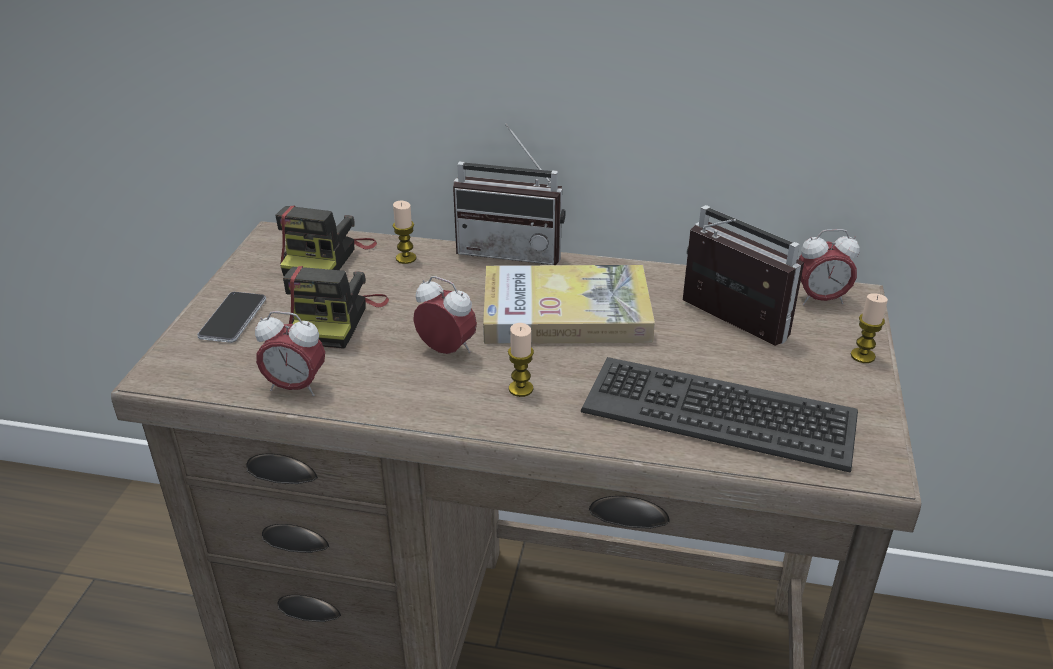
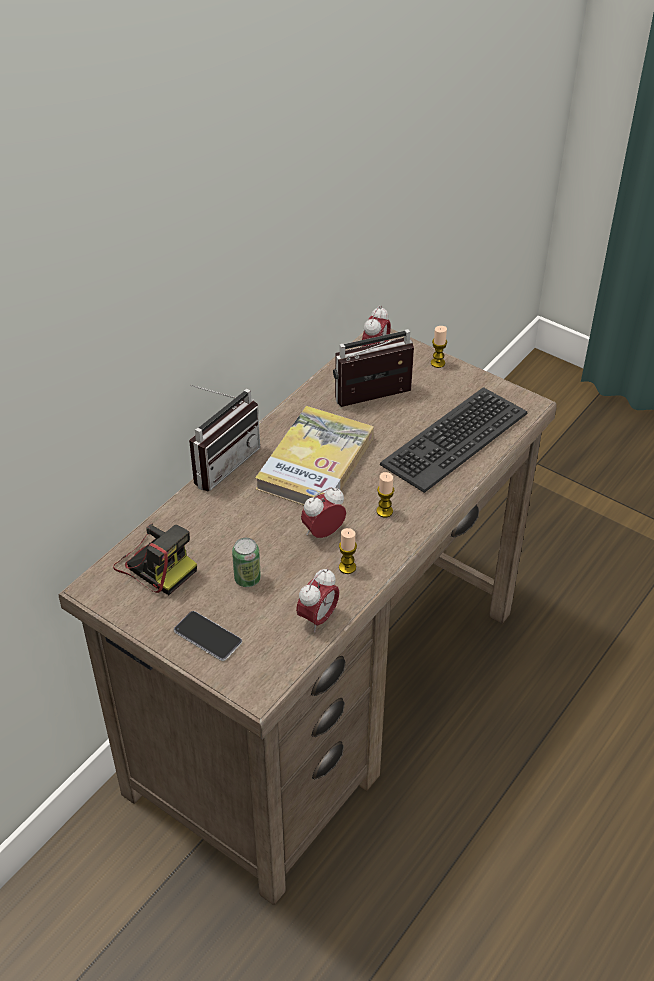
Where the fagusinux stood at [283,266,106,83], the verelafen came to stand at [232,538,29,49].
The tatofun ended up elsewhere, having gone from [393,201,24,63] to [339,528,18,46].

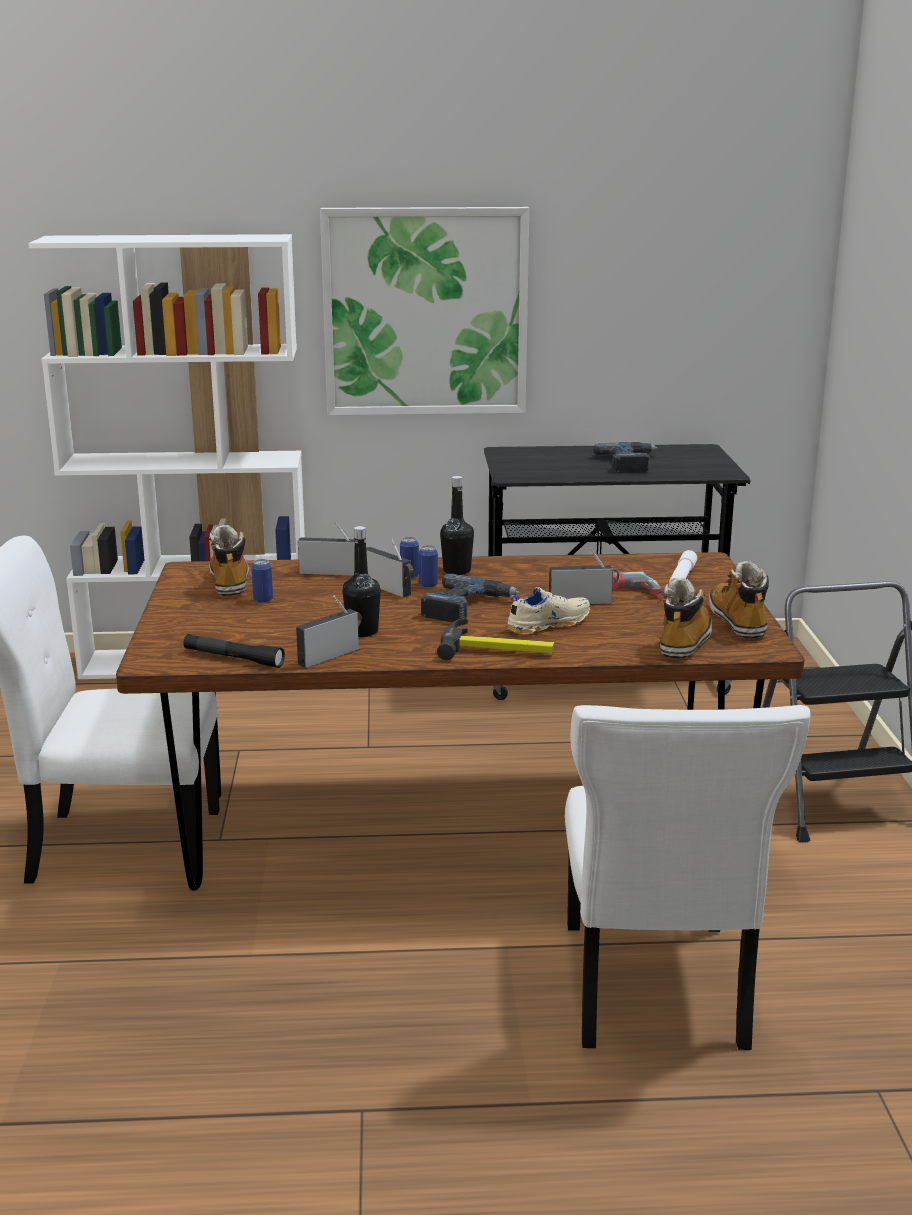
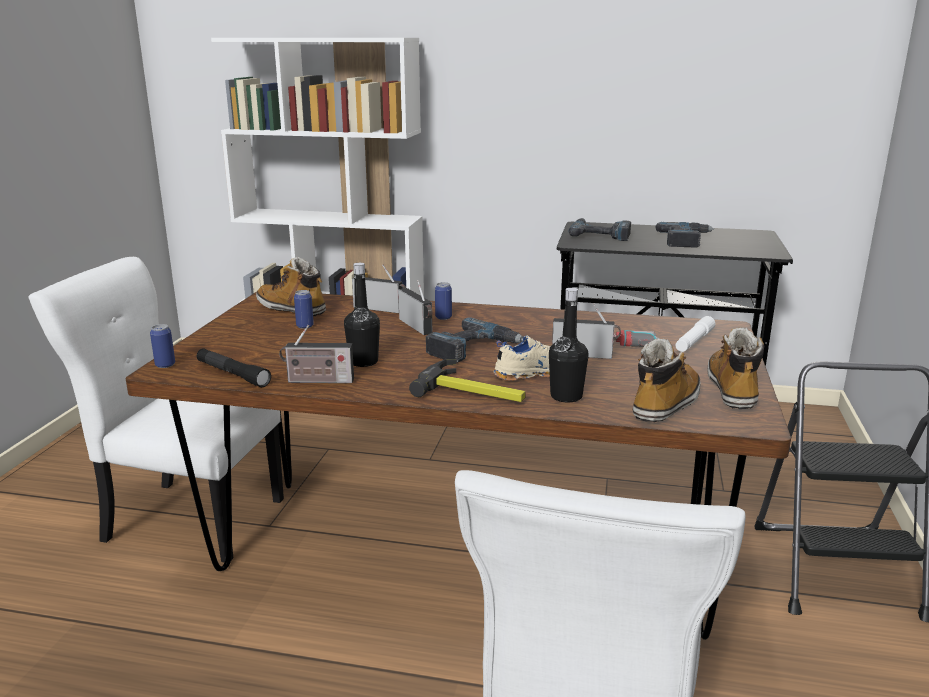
The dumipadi at [208,524,41,72] ended up facing another way, 60 degrees counterclockwise from before.
The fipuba at [296,595,66,73] ended up facing another way, 150 degrees counterclockwise from before.
The second view lost the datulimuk at [320,207,209,209].
The verelafen ended up elsewhere, having gone from [418,545,20,43] to [150,324,25,44].
The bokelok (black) ended up elsewhere, having gone from [440,476,34,99] to [549,288,40,114].
The second view gained the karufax at [569,218,62,23].

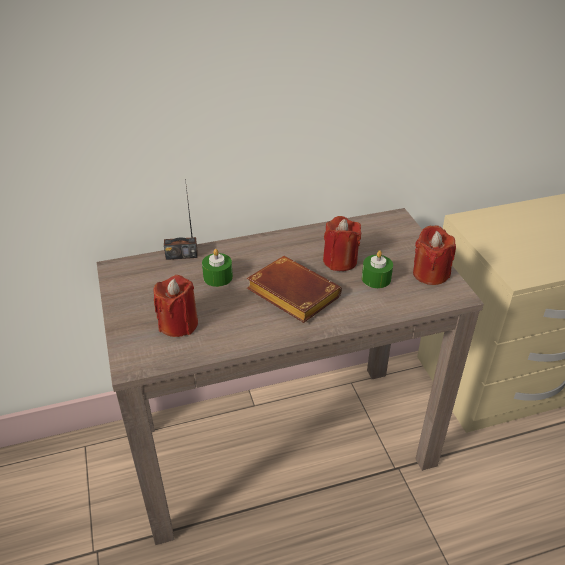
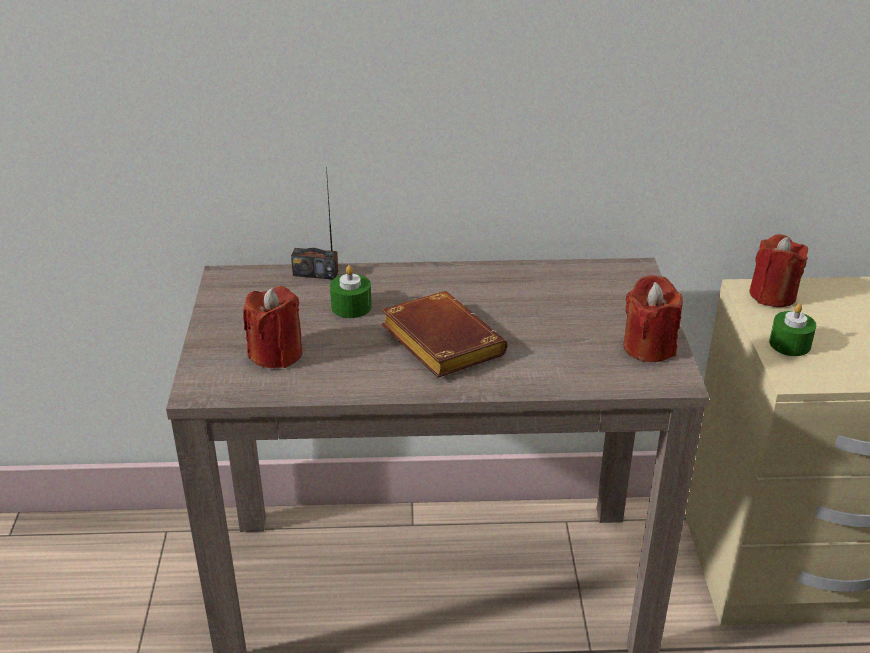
The tatofun (red) ended up elsewhere, having gone from [323,216,39,55] to [749,234,59,73].
The tatofun (green) ended up elsewhere, having gone from [362,250,31,38] to [769,304,47,52].

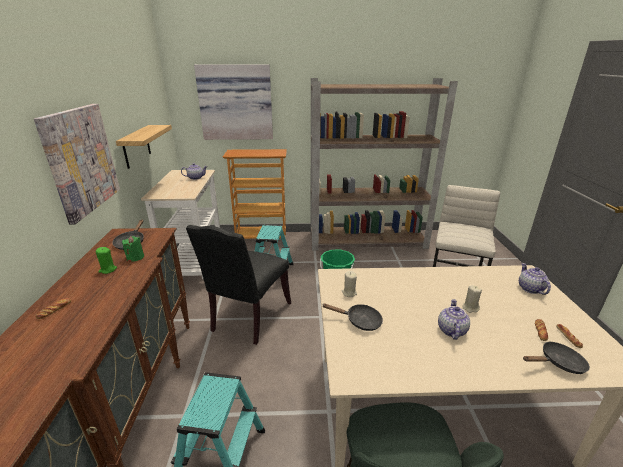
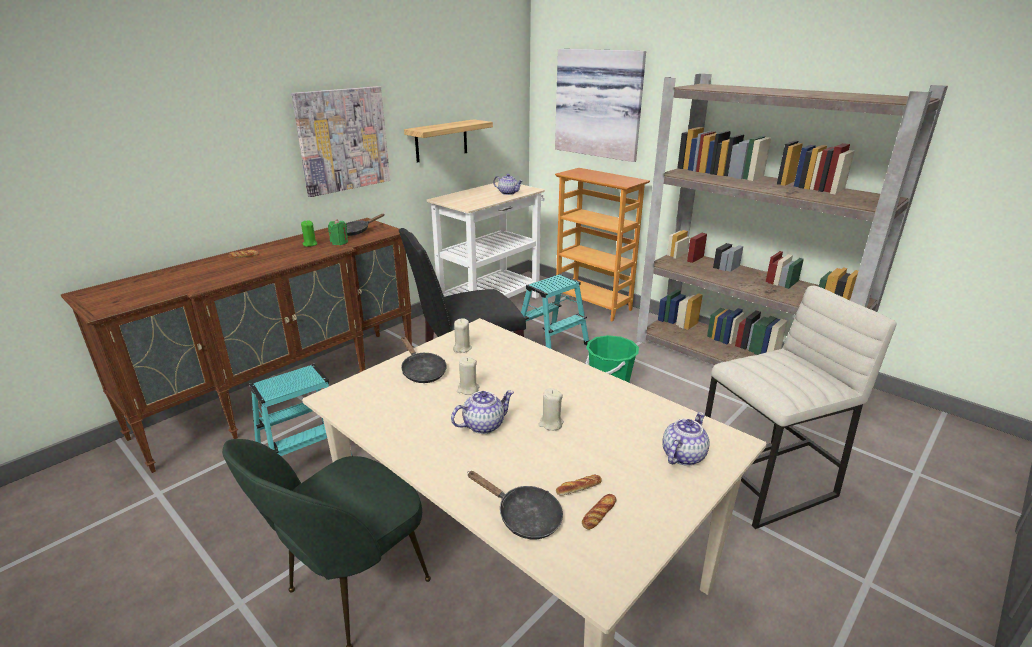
The second view gained the tatofun (beige) at [457,356,22,39].

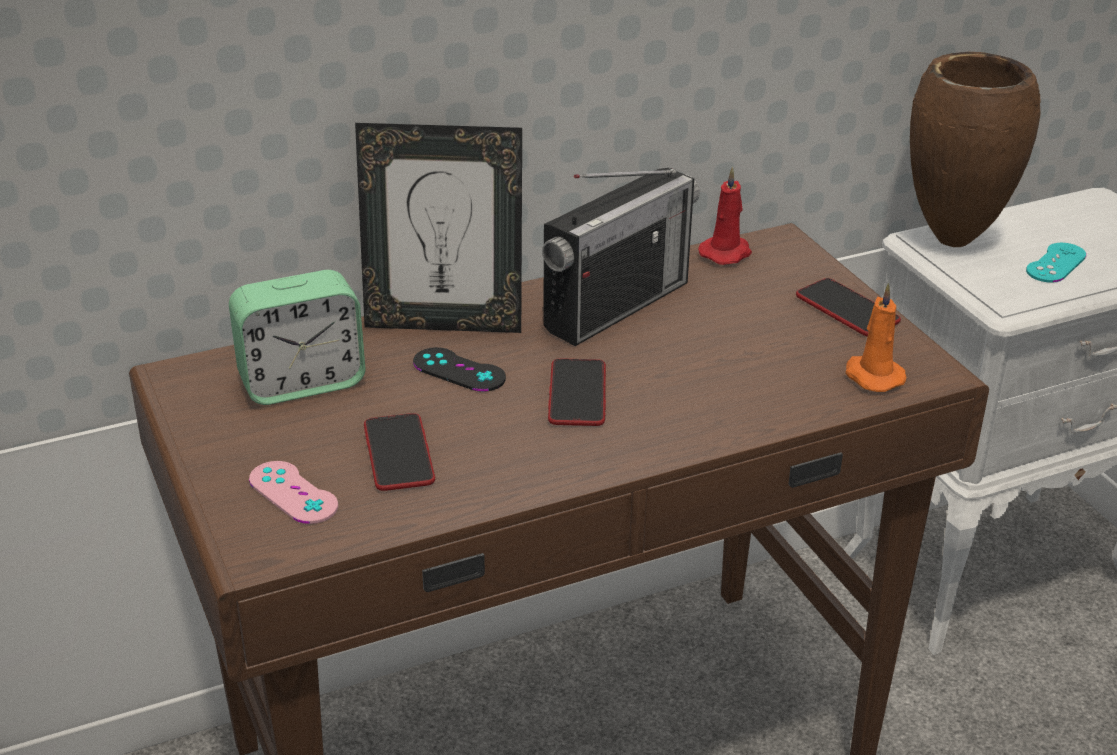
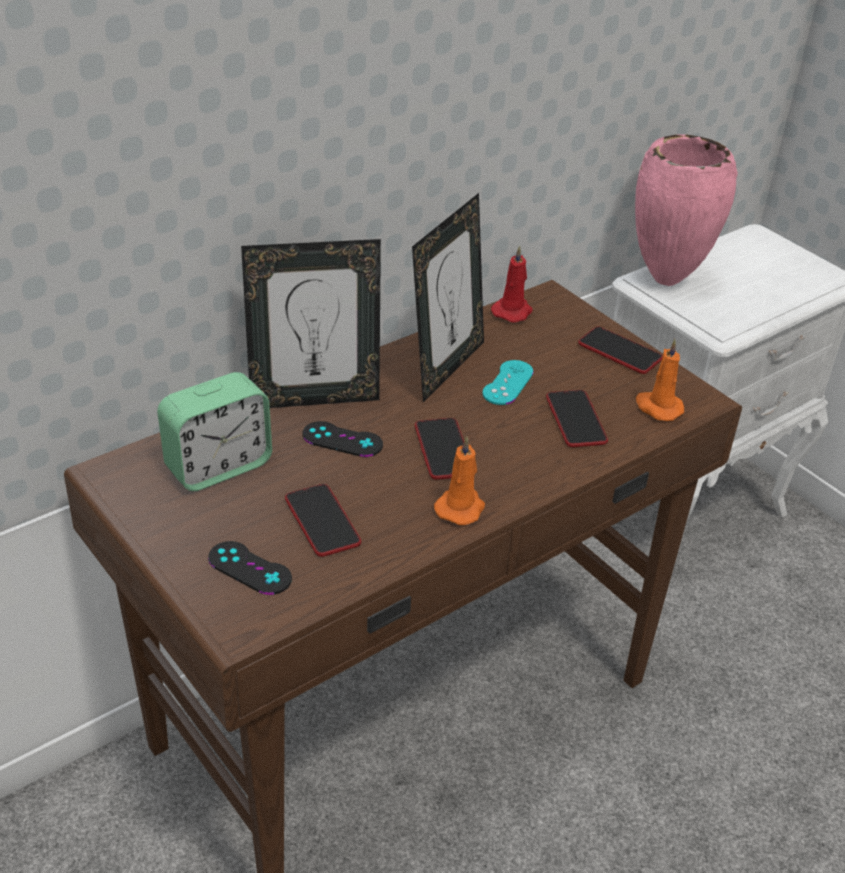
What was the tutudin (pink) at [249,461,89,63] turned into the tutudin (black) at [208,541,84,54].
Where the fipuba stood at [542,168,158,178], the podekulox came to stand at [412,193,72,209].
What was the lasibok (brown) at [910,52,130,195] turned into the lasibok (pink) at [635,134,103,152].
The tutudin (turquoise) ended up elsewhere, having gone from [1026,243,60,40] to [483,360,51,45].
The second view gained the tatofun (orange) at [434,436,51,89].
The second view gained the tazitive at [546,390,62,57].

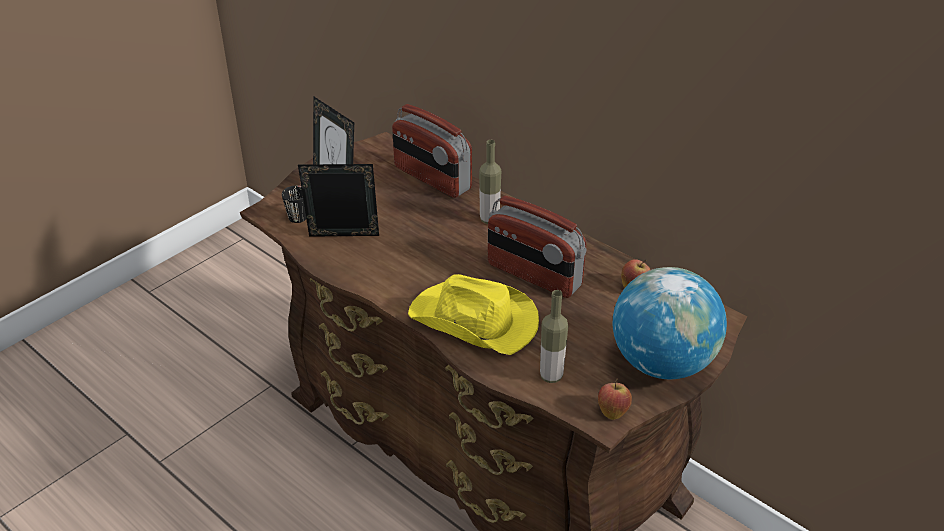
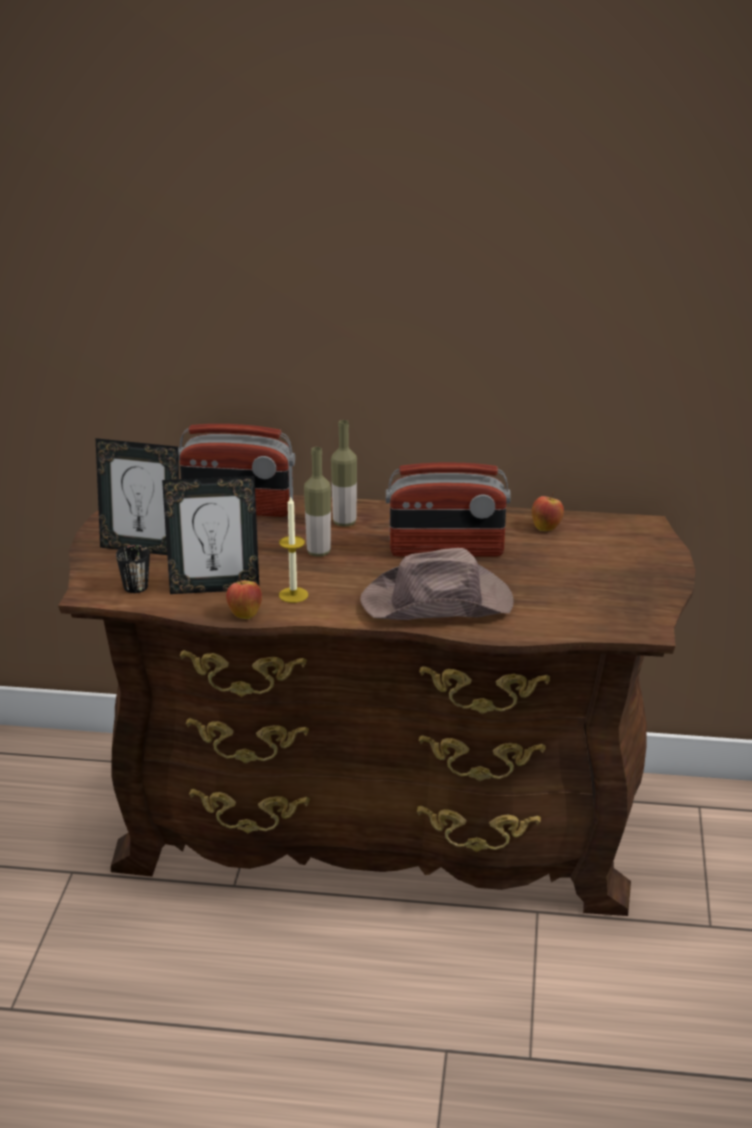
The podekulox at [298,164,81,73] ended up facing another way, 150 degrees counterclockwise from before.
What was the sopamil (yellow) at [408,274,131,81] turned into the sopamil (brown) at [360,548,154,72].
The bokelok ended up elsewhere, having gone from [540,290,28,93] to [304,447,27,110].
The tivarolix ended up elsewhere, having gone from [598,378,34,42] to [226,574,36,45].
The second view lost the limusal at [613,267,114,112].
The second view gained the tatofun at [279,495,29,108].

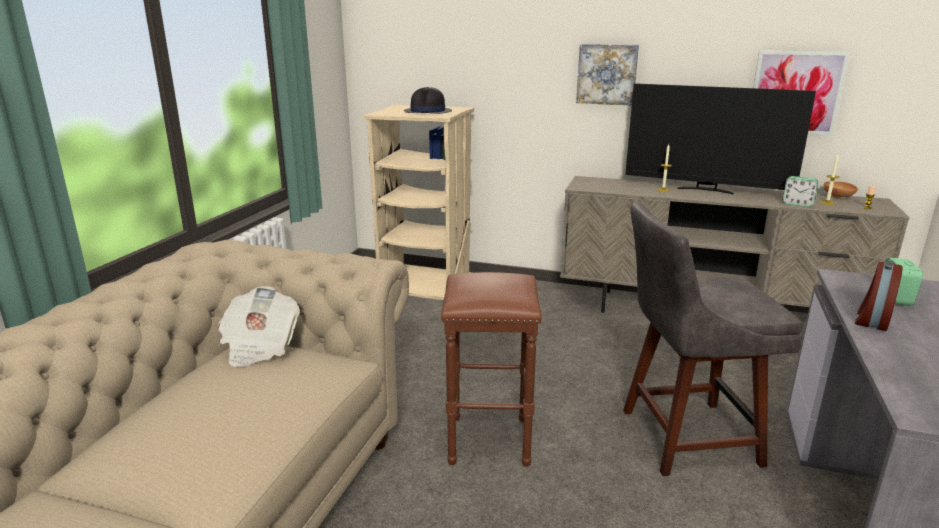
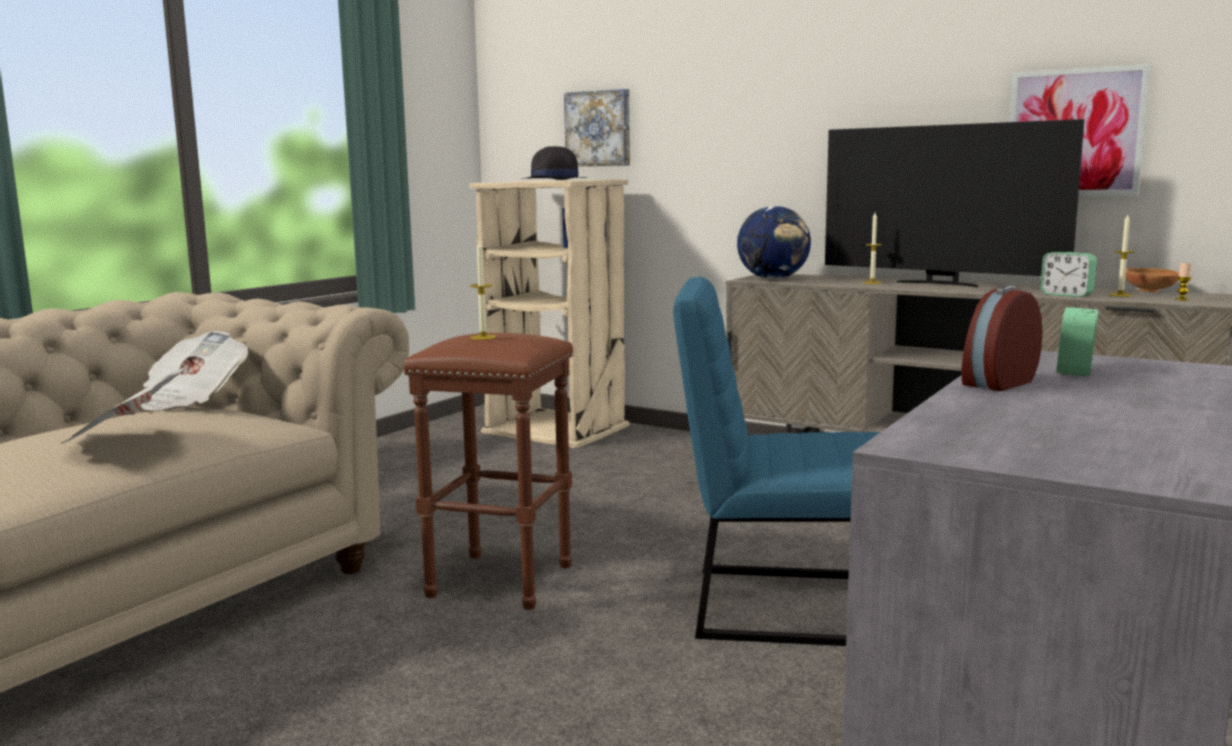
The datulimuk ended up elsewhere, having gone from [576,44,63,61] to [564,89,66,77].
Where the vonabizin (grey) stood at [623,202,180,274], the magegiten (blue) came to stand at [673,277,207,369].
The second view gained the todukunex at [61,366,126,78].
The second view gained the tatofun at [470,242,26,98].
The second view gained the limusal at [737,206,74,73].

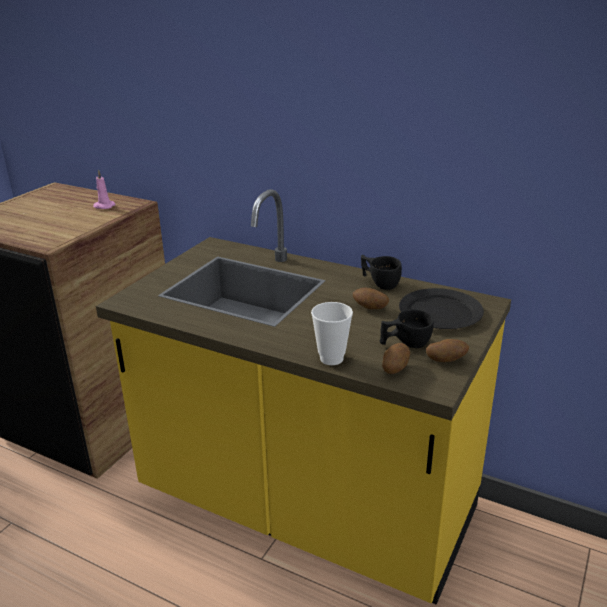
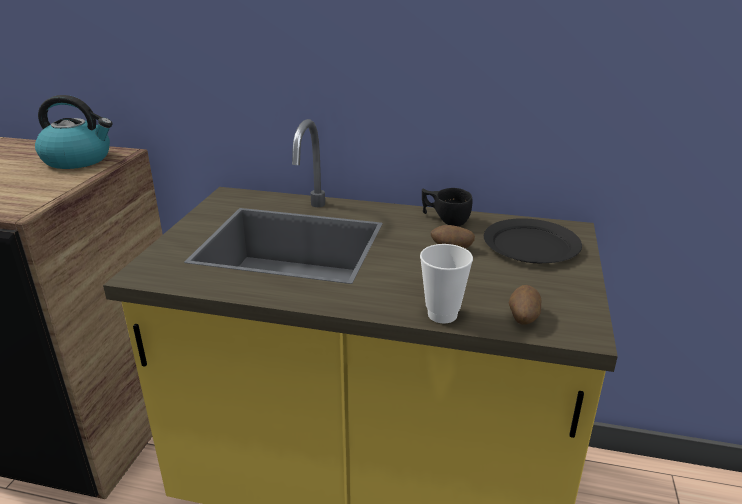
Where the tatofun (pink) stood at [93,170,23,39], the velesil came to stand at [35,95,77,74].
The second view lost the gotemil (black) at [380,309,54,39].
The second view lost the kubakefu at [426,339,43,23].

